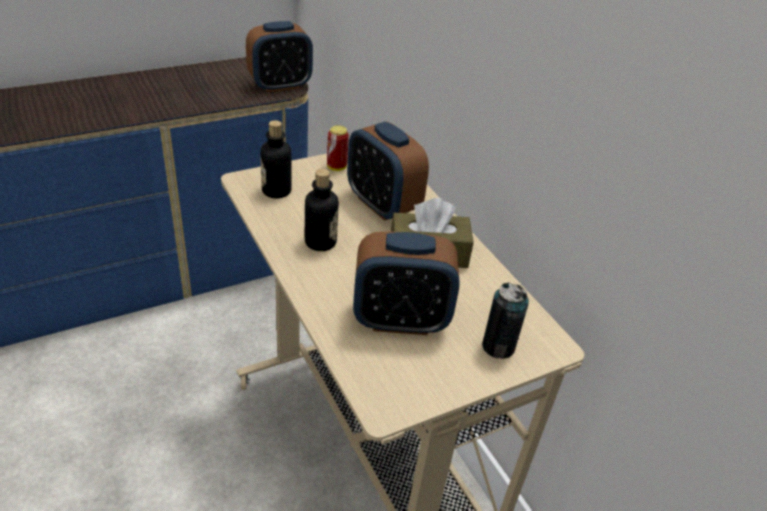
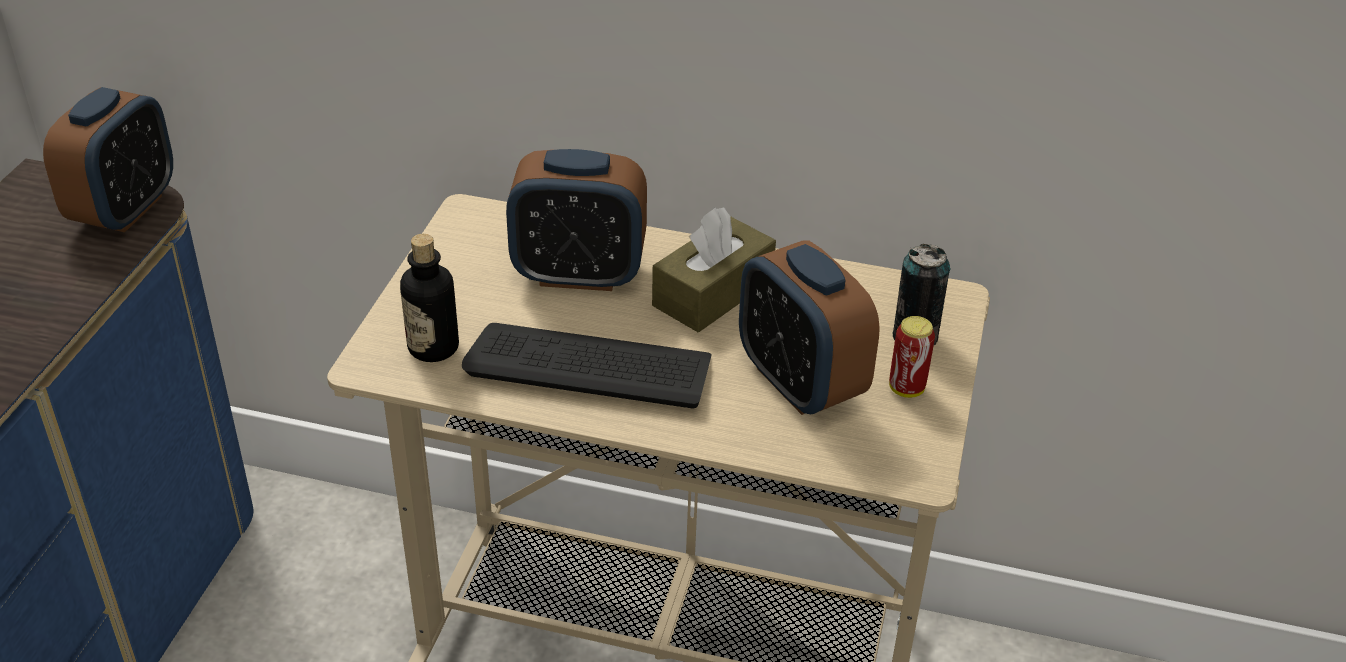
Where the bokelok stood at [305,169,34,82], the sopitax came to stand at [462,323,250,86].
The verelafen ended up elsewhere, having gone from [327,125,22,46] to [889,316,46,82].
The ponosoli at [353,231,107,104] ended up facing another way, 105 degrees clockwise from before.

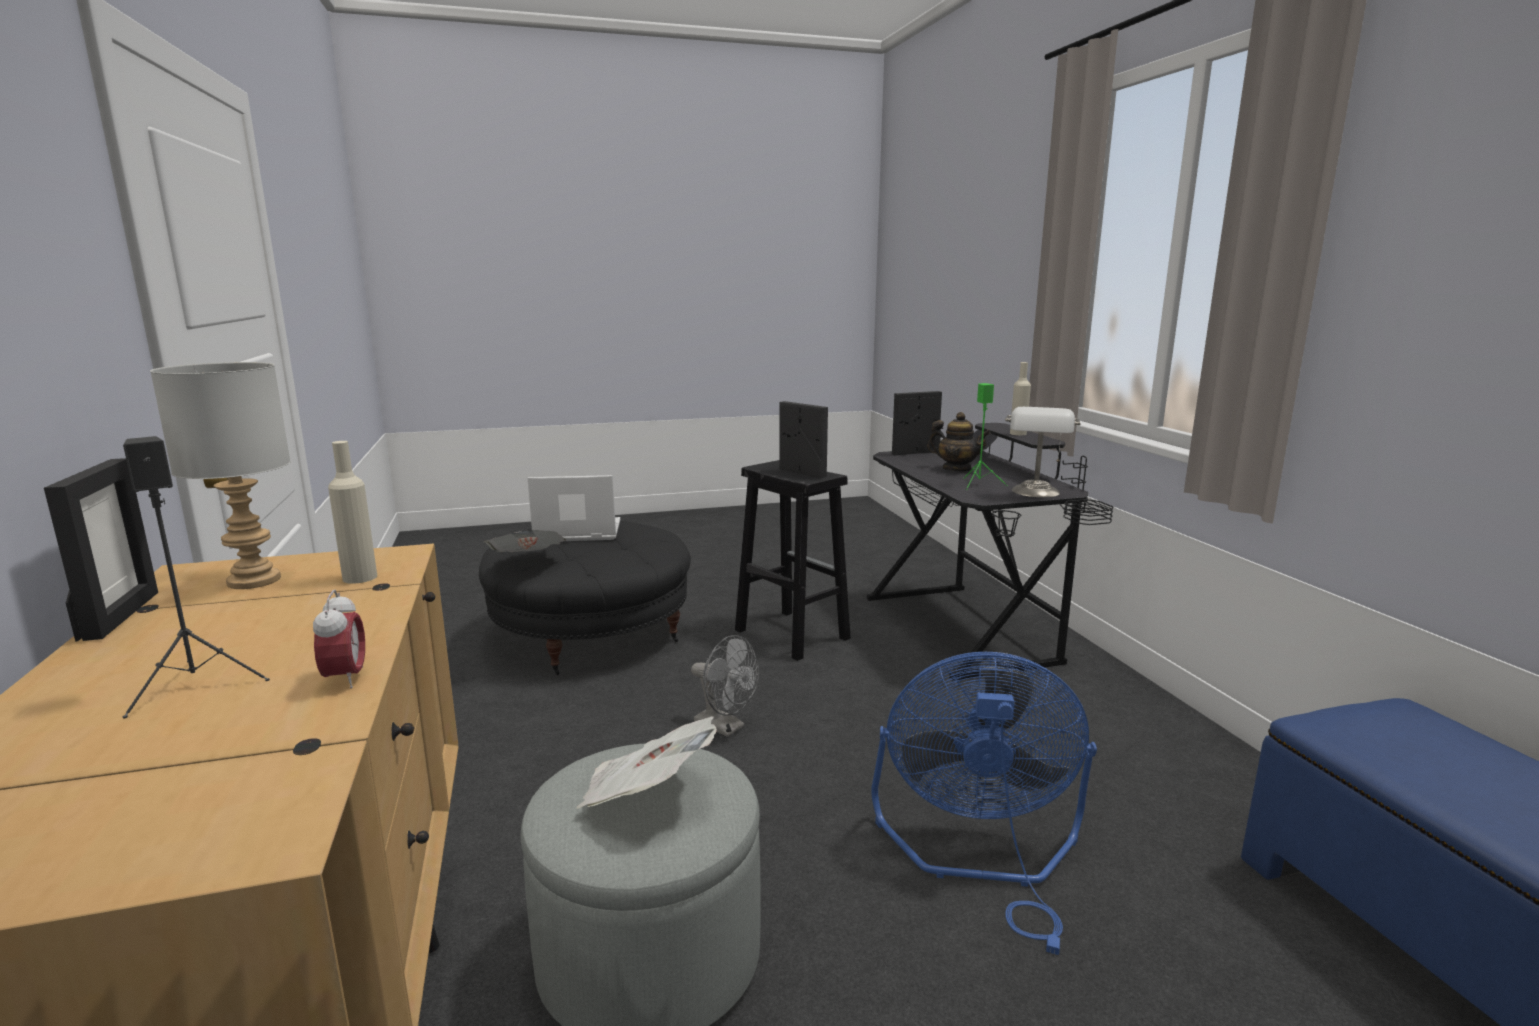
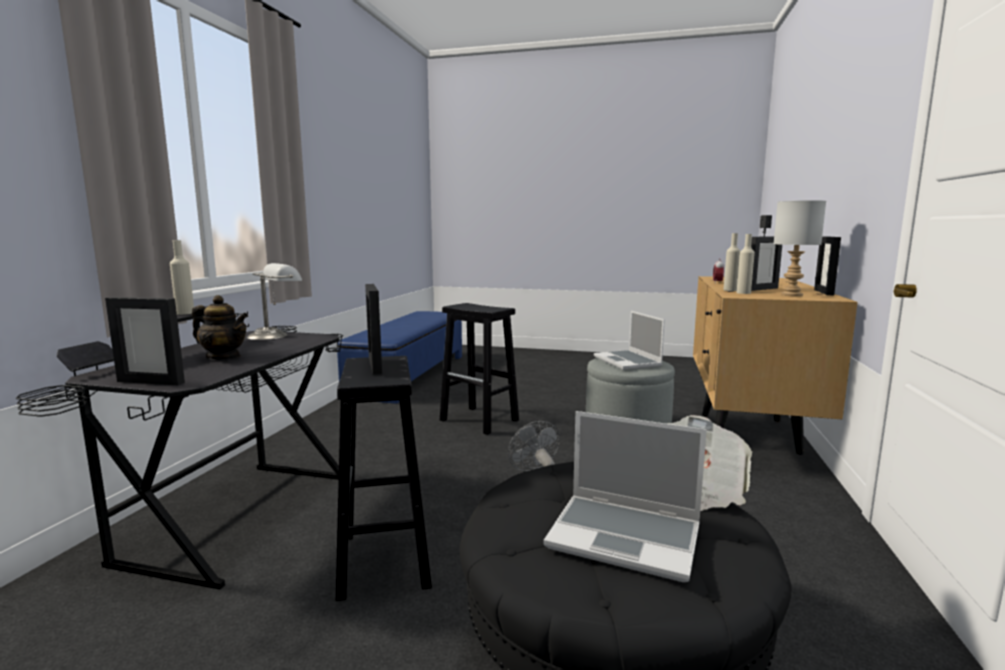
Where the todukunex stood at [576,717,141,92], the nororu came to stand at [594,311,71,59].
Where the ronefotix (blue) stood at [871,652,226,303], the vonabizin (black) came to stand at [440,303,79,132].
The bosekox at [927,412,64,59] ended up facing another way, 135 degrees clockwise from before.
The second view lost the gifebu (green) at [964,383,43,107].
The second view gained the bokelok (beige) at [723,233,17,58].
The second view gained the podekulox at [751,236,31,55].

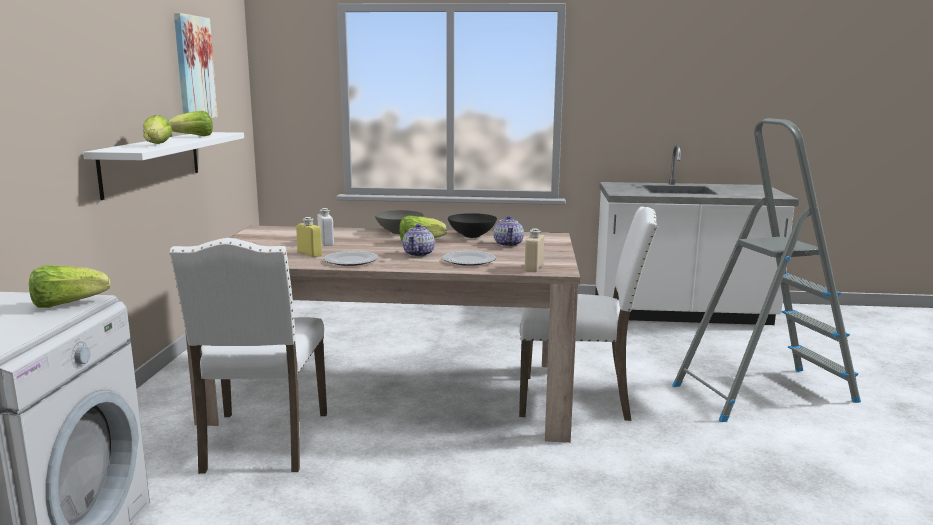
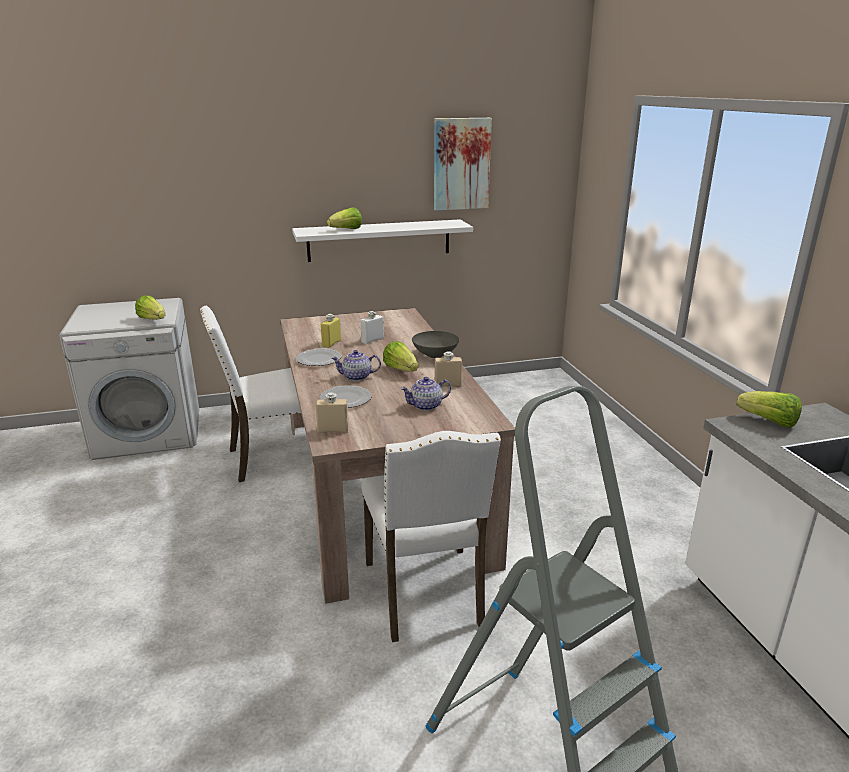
The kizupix ended up elsewhere, having gone from [169,111,44,25] to [737,391,65,37].
Where the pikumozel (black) stood at [448,213,49,25], the bokelok (beige) came to stand at [435,351,27,36].

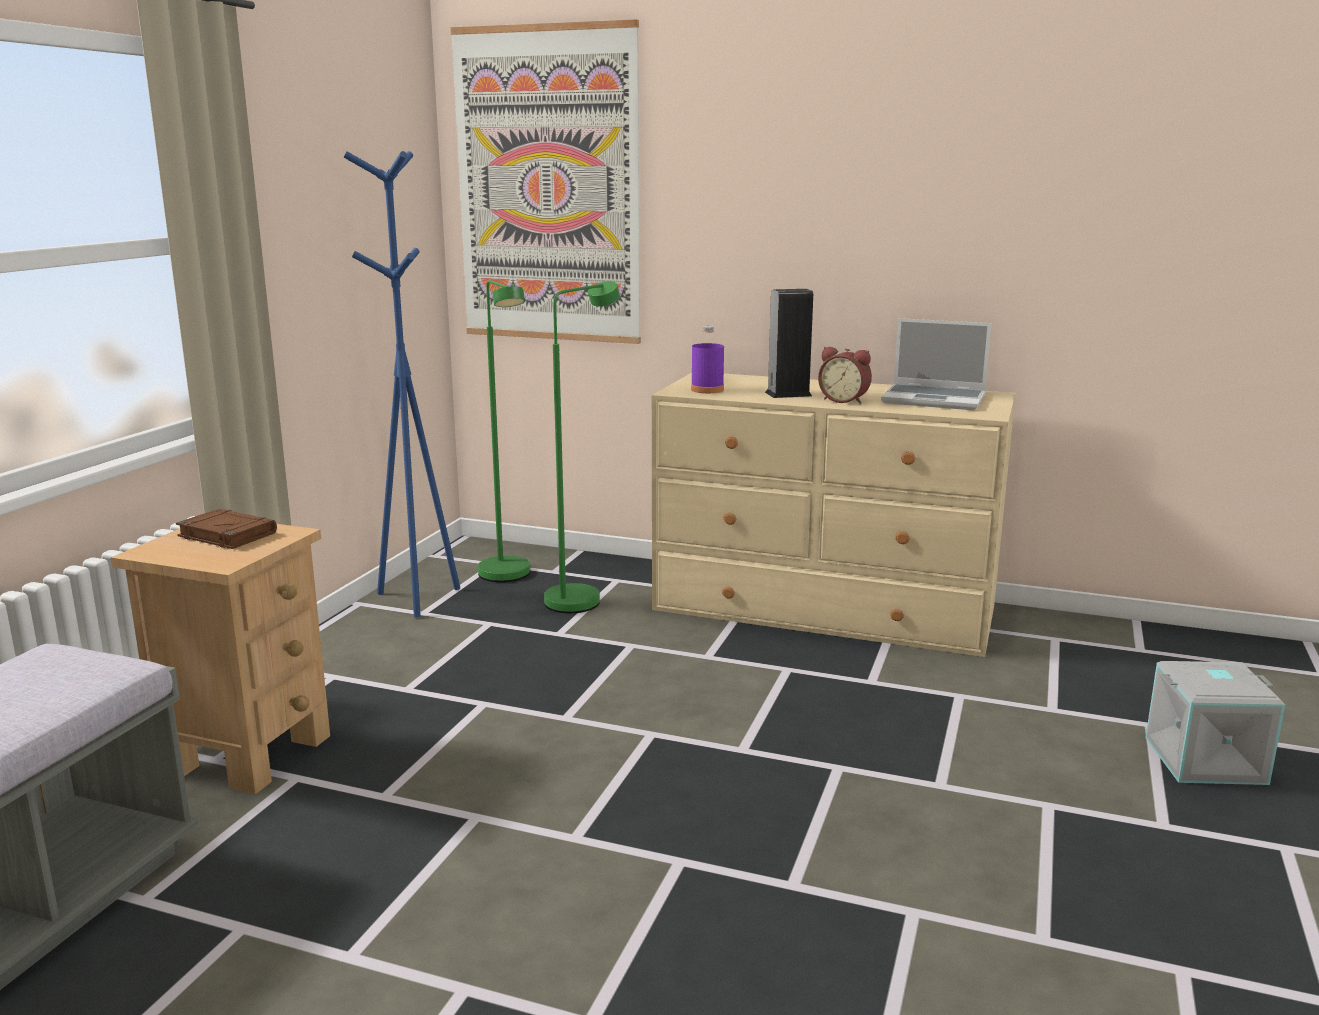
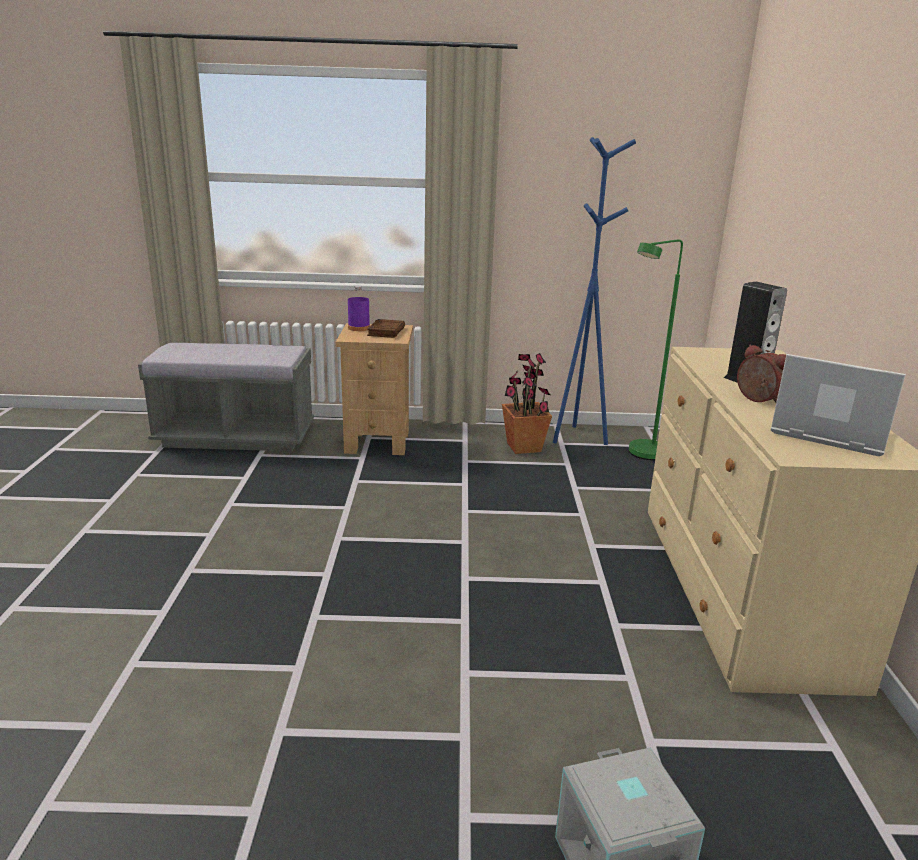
The second view lost the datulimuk at [450,19,191,325].
The second view lost the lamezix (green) at [544,281,76,332].
The bokelok (purple) ended up elsewhere, having gone from [691,326,33,67] to [348,286,22,45].
The ponosoli at [818,347,54,57] ended up facing another way, 135 degrees clockwise from before.
The nororu at [881,318,110,92] ended up facing another way, 120 degrees clockwise from before.
The second view gained the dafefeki at [502,353,50,101].

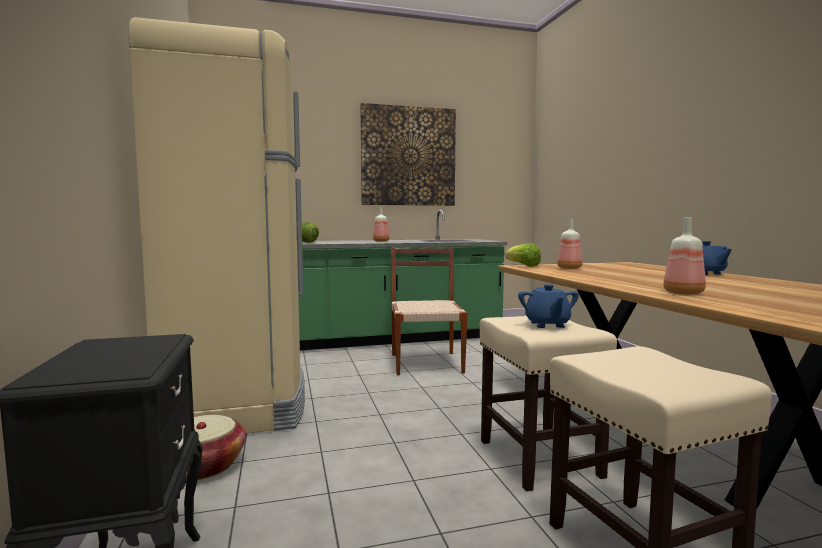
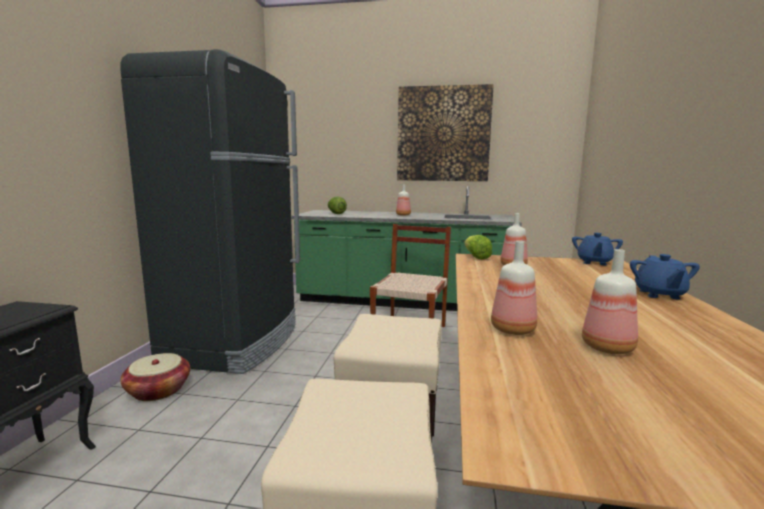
What was the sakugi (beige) at [128,17,177,417] turned into the sakugi (black) at [120,49,180,325].
The bosekox (blue) ended up elsewhere, having gone from [518,284,61,44] to [572,233,51,32].
The second view gained the bokelok at [582,249,56,105].

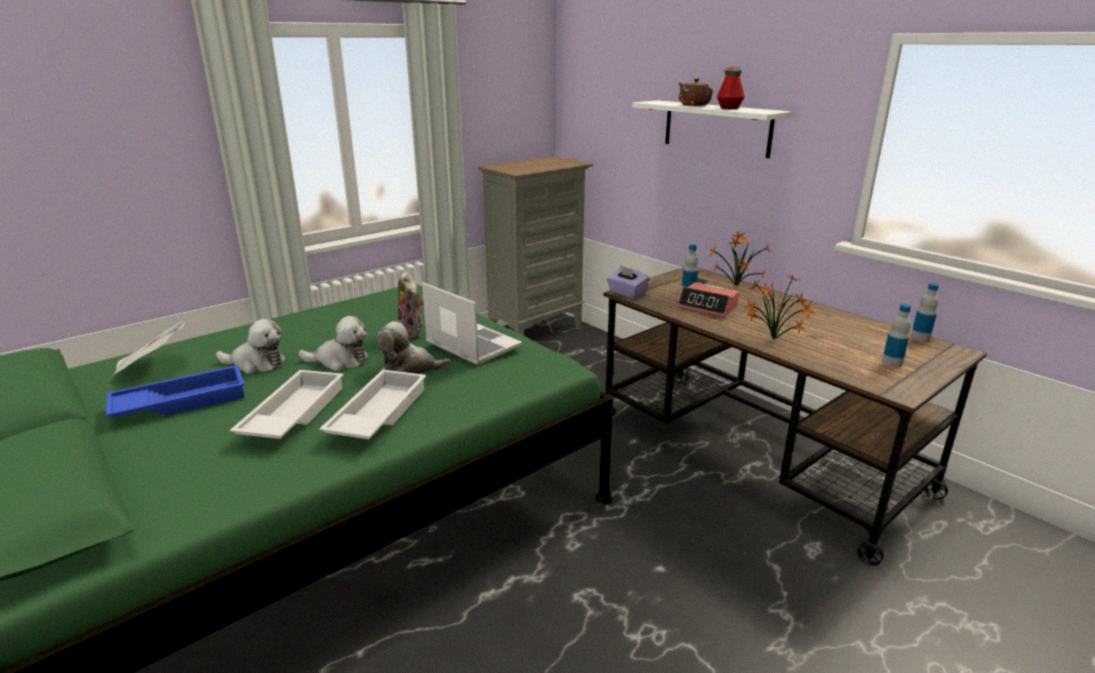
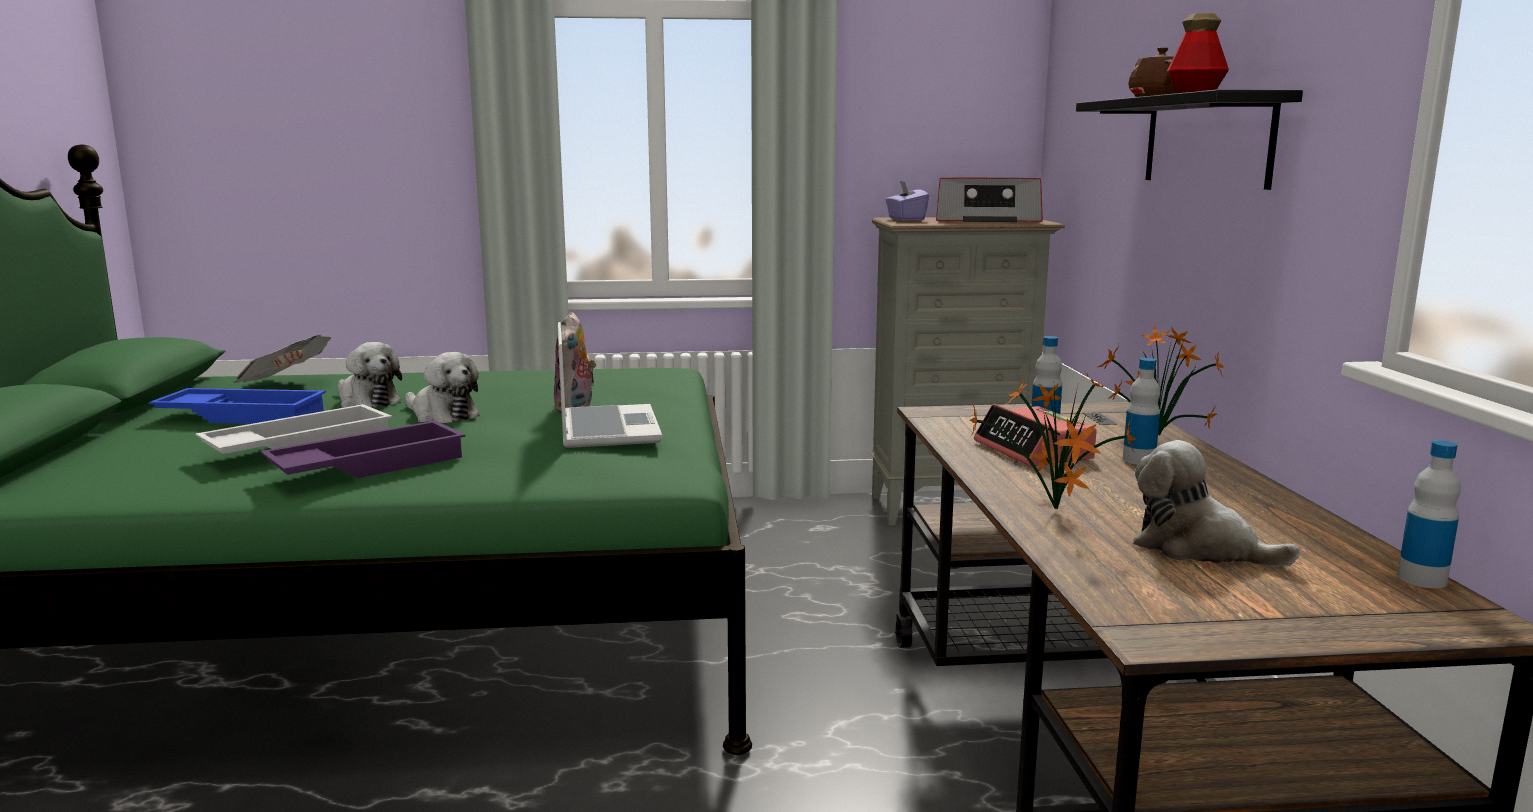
What was the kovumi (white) at [319,370,107,69] turned into the kovumi (purple) at [260,421,205,57].
The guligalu ended up elsewhere, having gone from [376,321,75,53] to [1133,440,167,127].
The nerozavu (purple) ended up elsewhere, having gone from [607,265,42,34] to [886,181,43,40].
What was the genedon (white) at [632,100,160,58] turned into the genedon (black) at [1076,90,227,100].
The bokelok ended up elsewhere, having gone from [882,304,29,63] to [1123,358,37,107].
The second view gained the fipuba at [936,178,107,44].

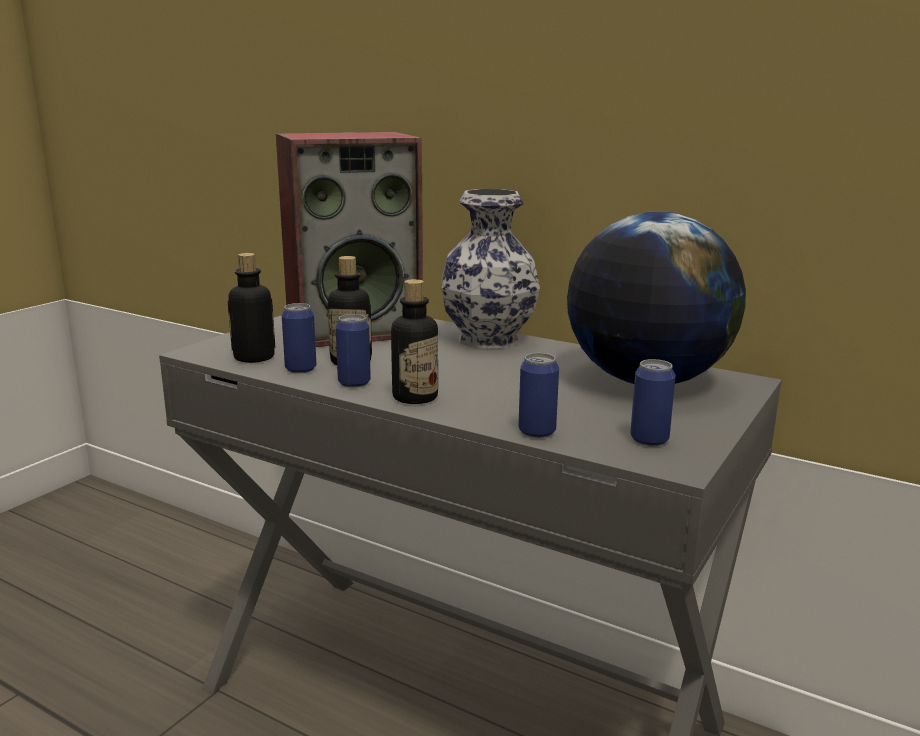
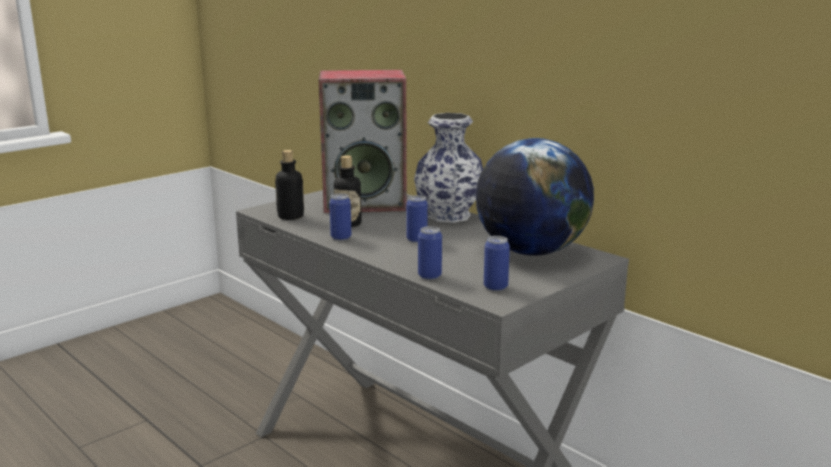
The verelafen ended up elsewhere, having gone from [282,303,34,70] to [406,195,22,48].
The second view lost the bokelok at [391,279,47,125].

